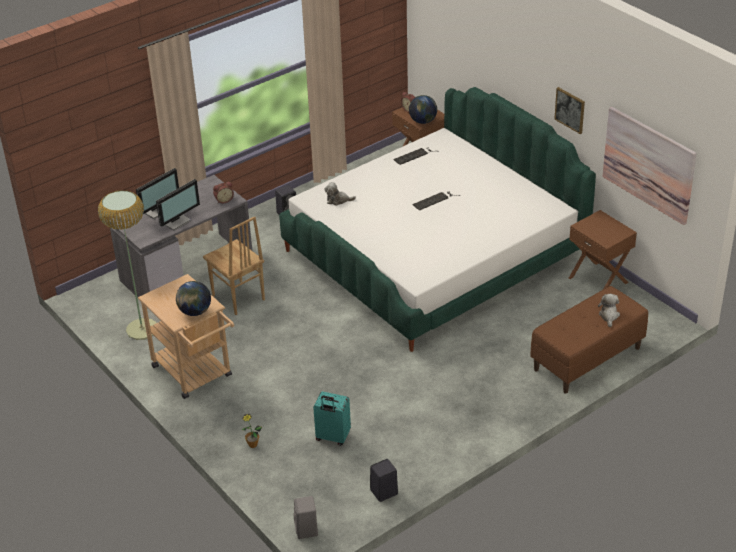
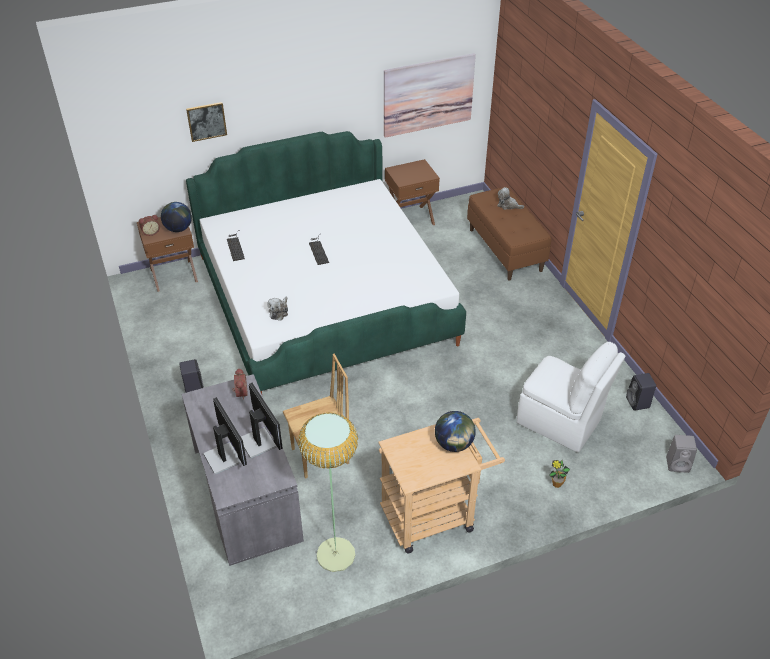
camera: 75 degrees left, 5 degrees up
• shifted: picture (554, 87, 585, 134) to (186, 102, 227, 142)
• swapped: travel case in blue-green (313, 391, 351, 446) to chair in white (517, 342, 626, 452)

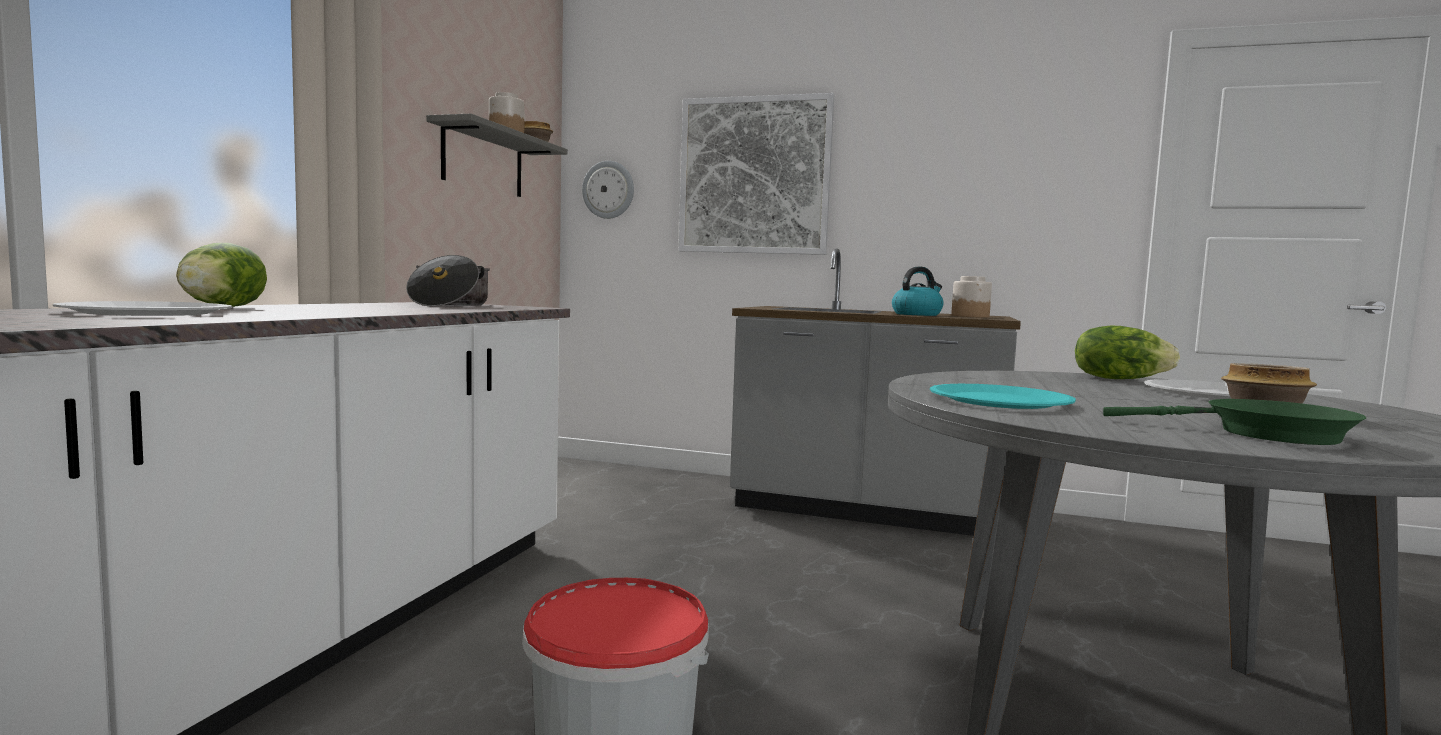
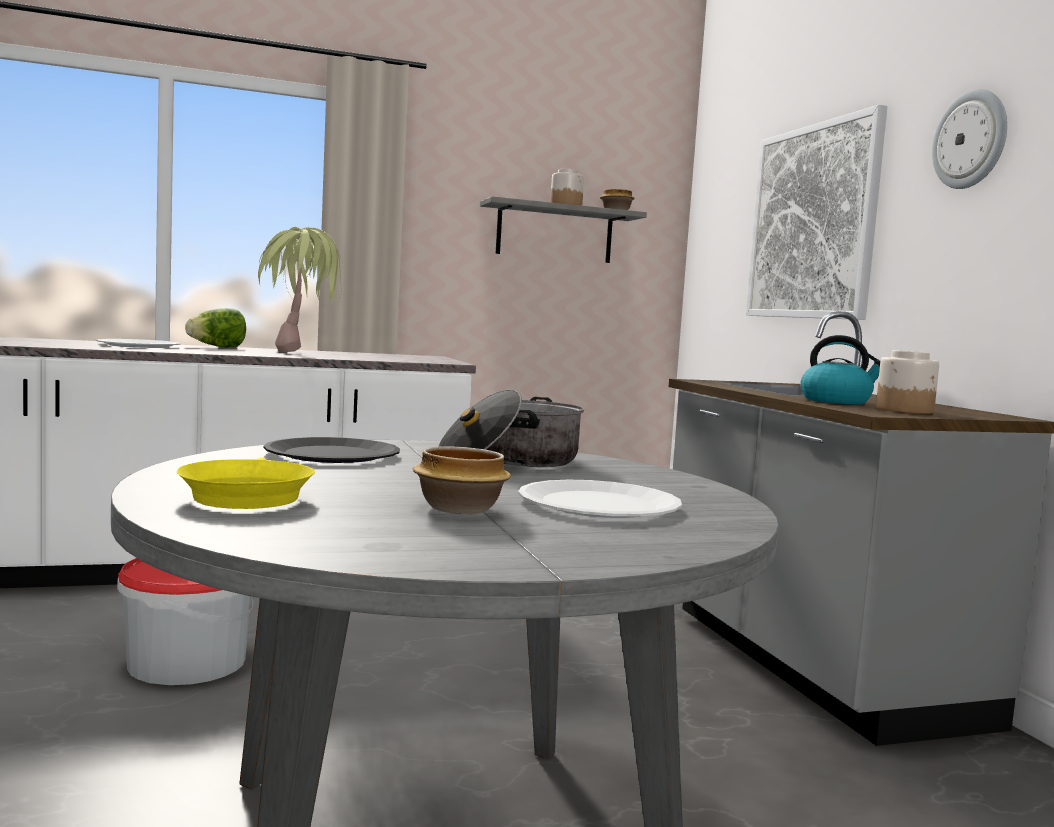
camera: 55 degrees right, 0 degrees up
• gone: lettuce head (1075, 325, 1180, 379)
• new: houseplant (258, 227, 343, 352)
• shifted: cooking pot (406, 255, 490, 306) to (438, 389, 584, 467)
• shifted: wall clock (582, 161, 634, 219) to (932, 89, 1007, 189)
• repainted: plate in blue-green (930, 384, 1076, 409) to plate in black (264, 437, 400, 463)
• repainted: frying pan in green (1103, 399, 1366, 445) to frying pan in yellowish (177, 457, 315, 509)

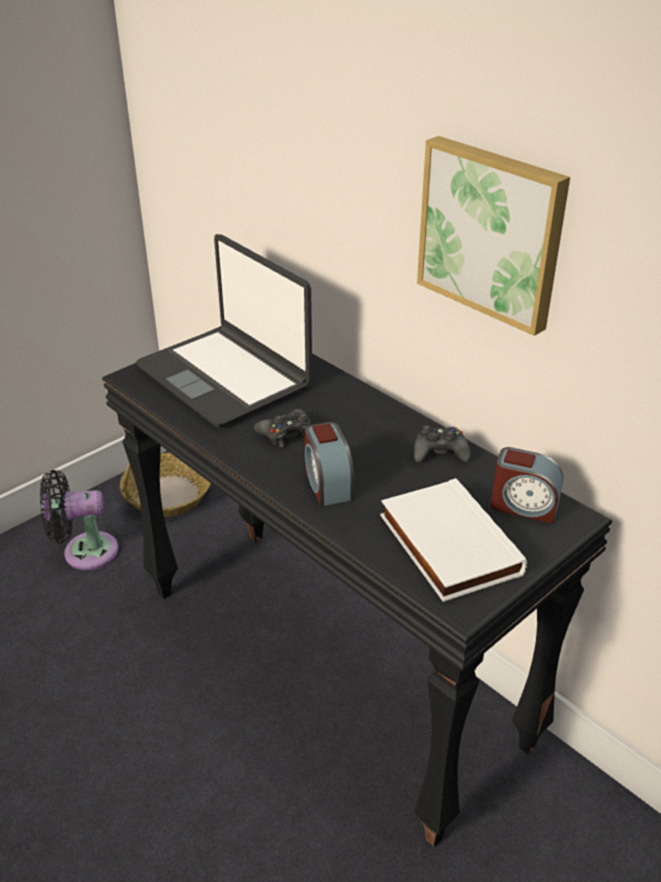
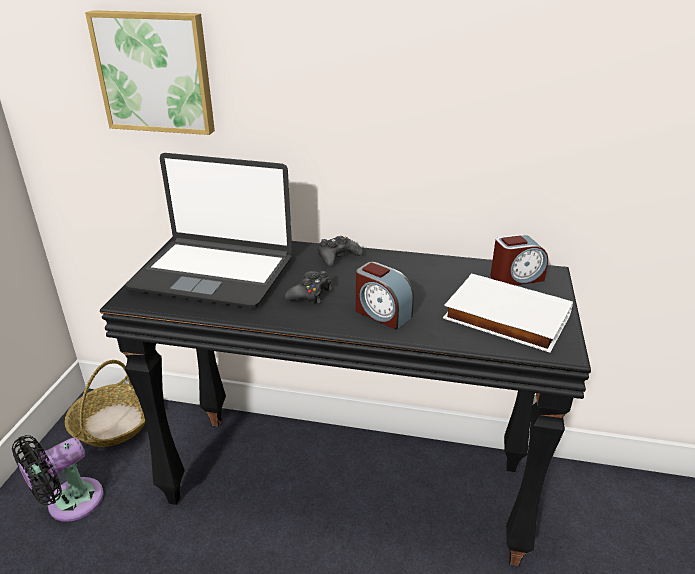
camera: 35 degrees left, 5 degrees down
• shifted: game controller in black (414, 425, 471, 462) to (318, 236, 363, 266)
• shifted: picture (417, 136, 570, 336) to (85, 10, 215, 135)

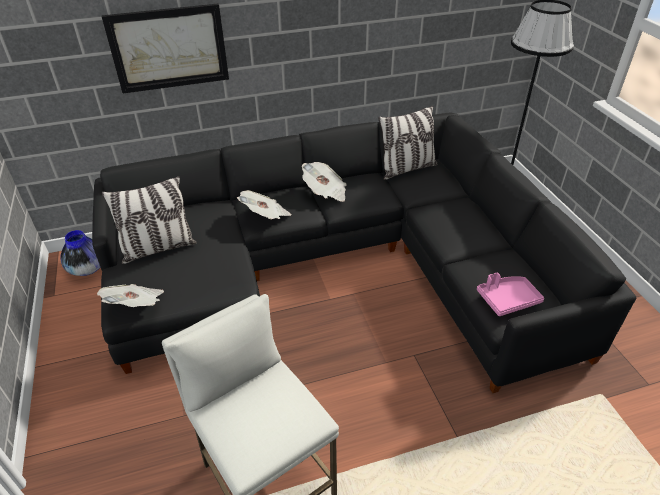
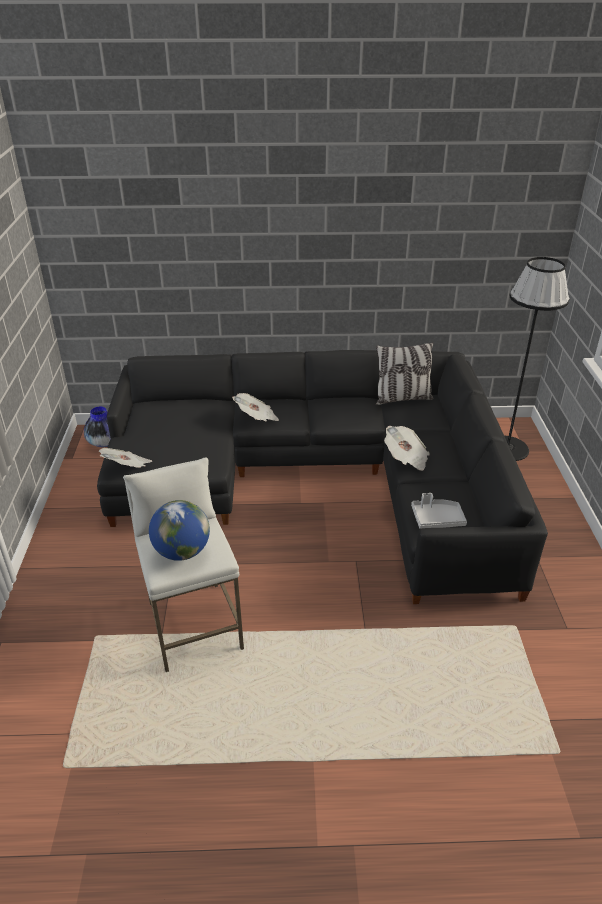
camera: 15 degrees right, 5 degrees down
• gone: picture (102, 4, 229, 93)
• gone: cushion (102, 176, 197, 264)
• new: globe (149, 500, 210, 561)
• shifted: daily paper (302, 162, 347, 202) to (384, 426, 430, 471)
• repainted: tray in pinkish (477, 273, 544, 316) to tray in gray (411, 493, 467, 529)

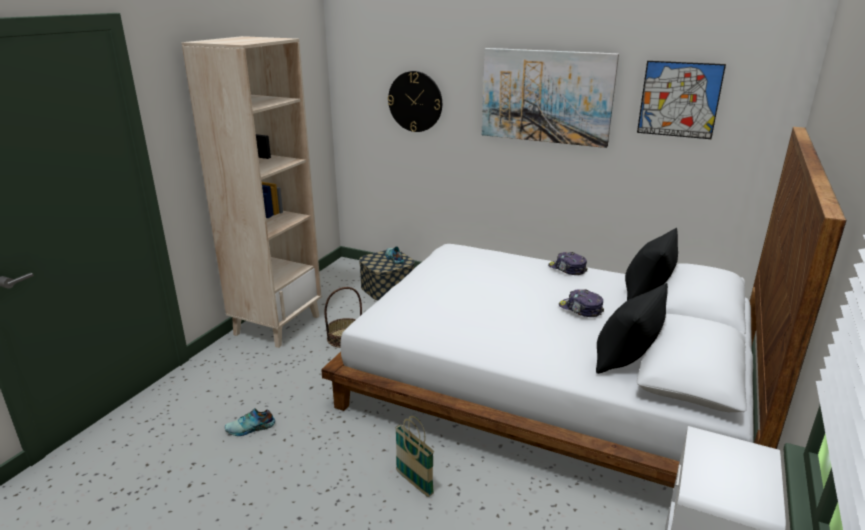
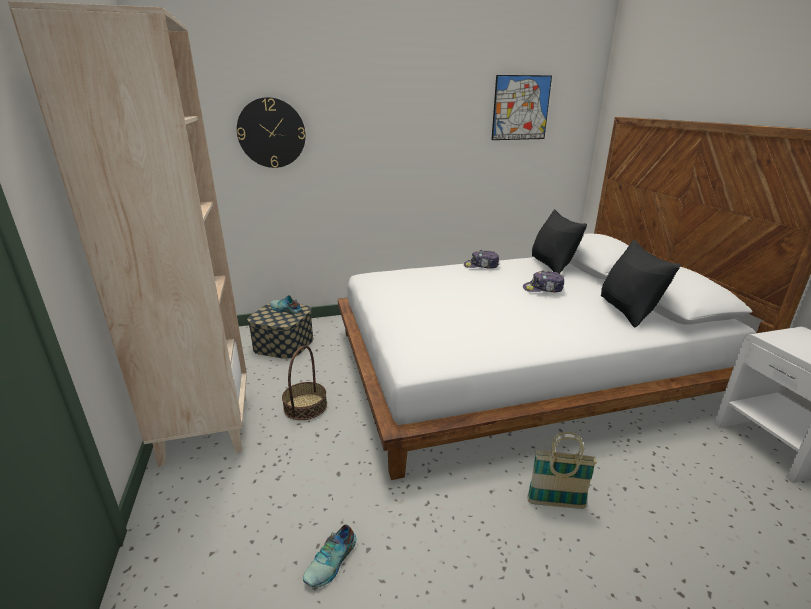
camera: 40 degrees left, 0 degrees up
• gone: picture (482, 48, 619, 148)

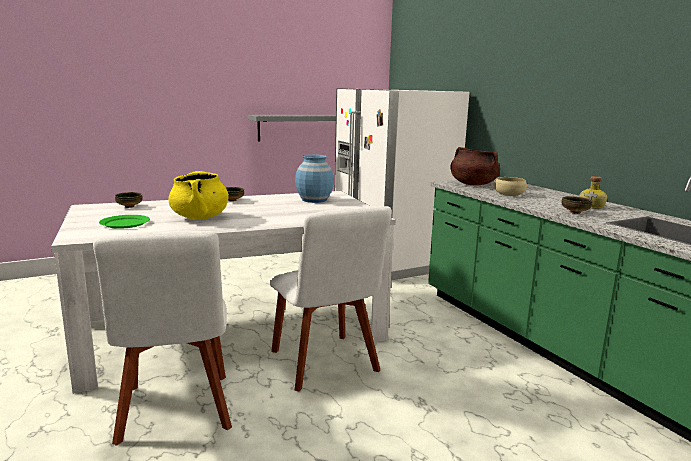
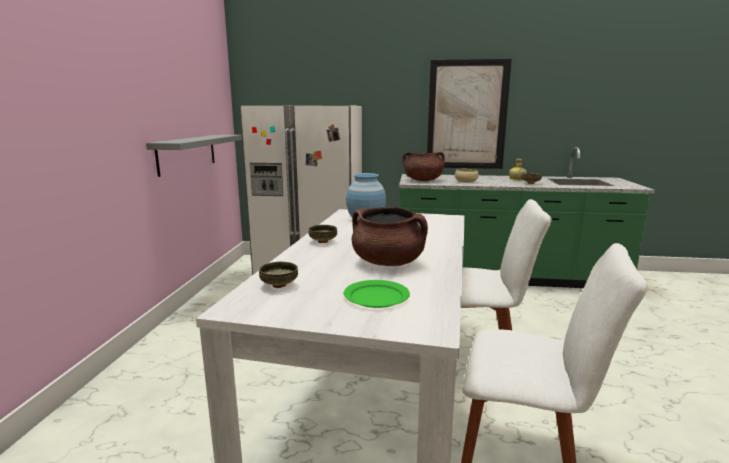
camera: 55 degrees left, 0 degrees up
• new: picture (427, 59, 512, 169)
• repainted: cooking pot in yellowish (168, 171, 229, 220) to cooking pot in brownish (352, 207, 428, 266)

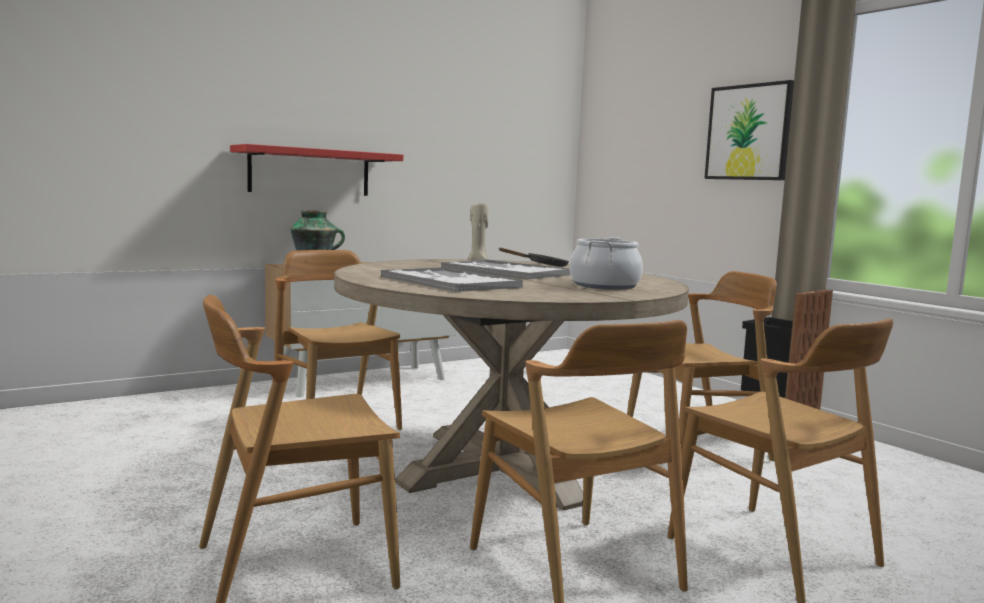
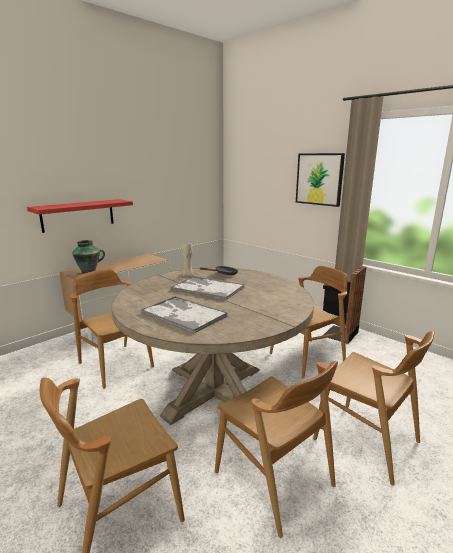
camera: 10 degrees left, 10 degrees up
• gone: cooking pot (570, 237, 643, 290)

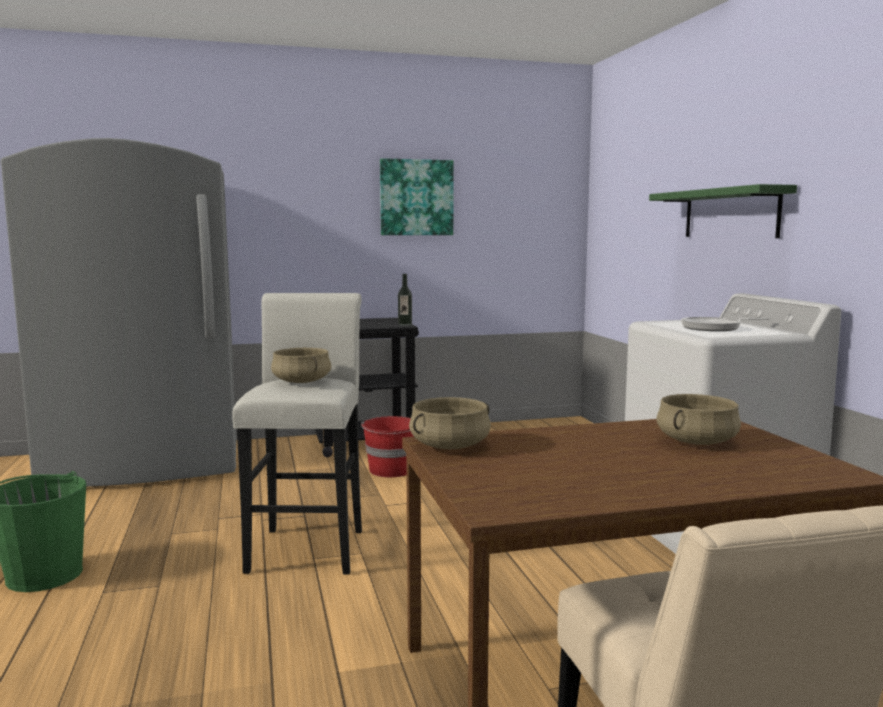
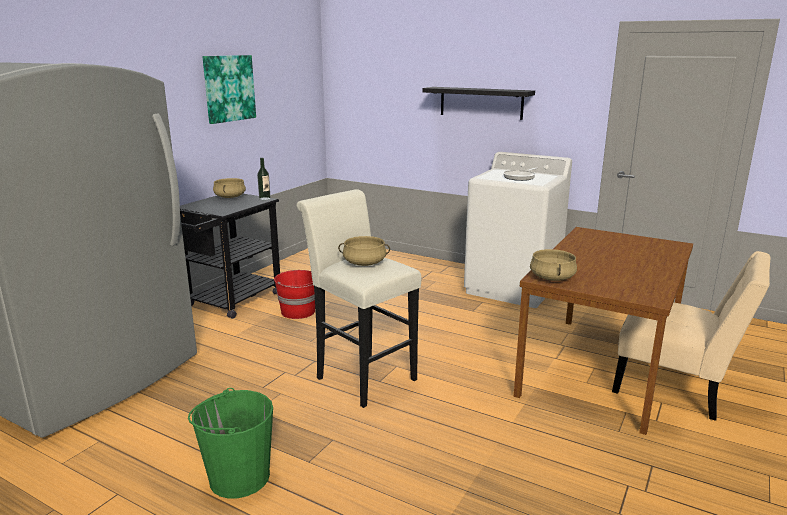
camera: 45 degrees left, 10 degrees up
• shifted: cooking pot in sand-coloured (656, 394, 741, 445) to (213, 178, 246, 198)
• repainted: wall shelf in green (649, 184, 797, 238) to wall shelf in black (422, 87, 535, 120)

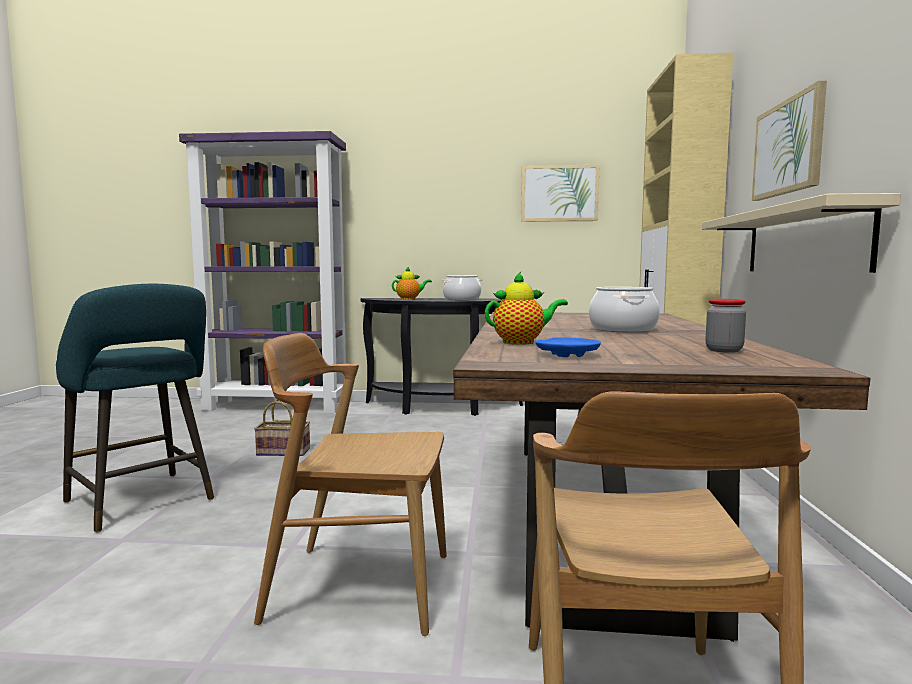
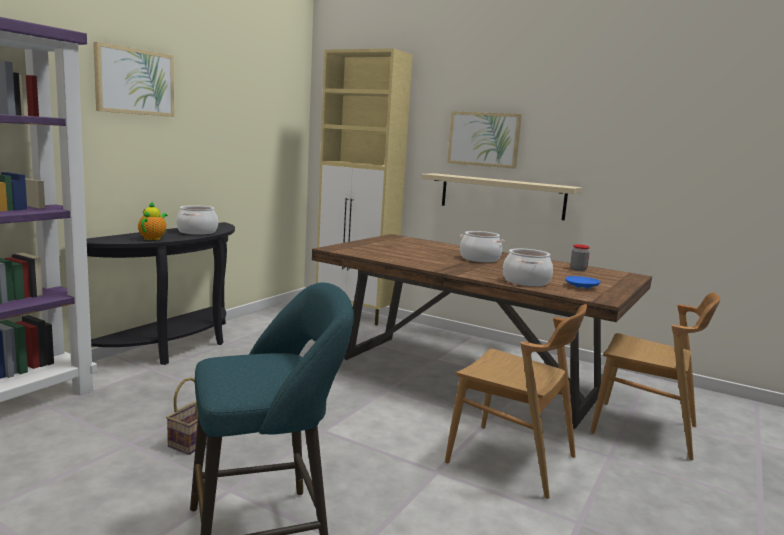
camera: 65 degrees left, 5 degrees up
• shifted: picture (521, 165, 599, 222) to (93, 42, 174, 117)
• swapped: pot for tea (485, 272, 568, 345) to cooking pot (503, 249, 553, 286)
• rotated: chair in brownish (254, 333, 447, 636) = (445, 304, 587, 499) 90 degrees counterclockwise

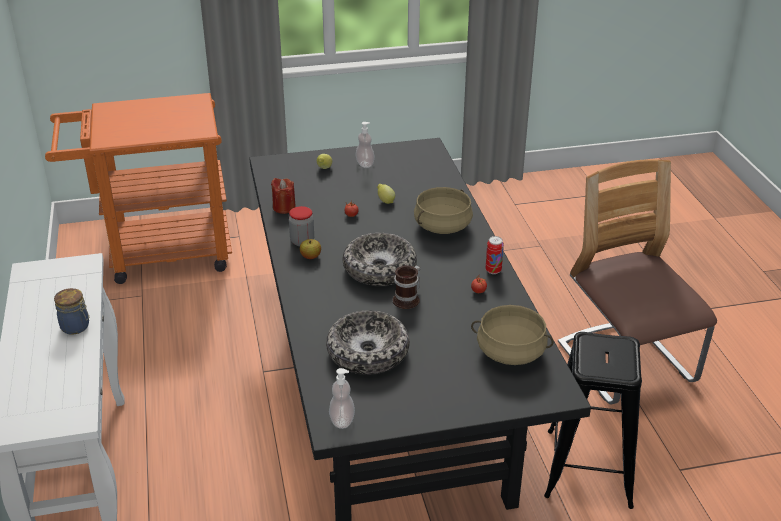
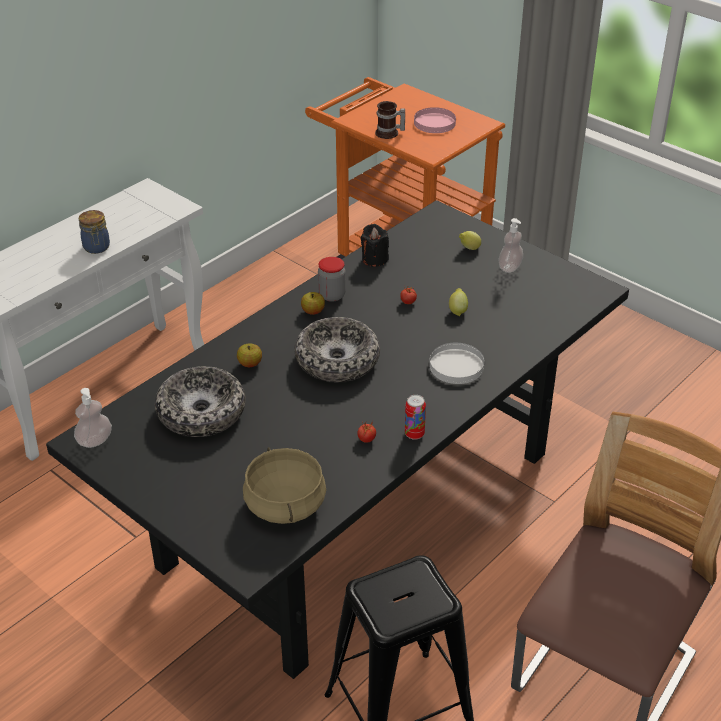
camera: 55 degrees right, 5 degrees up
• new: apple fruit (237, 343, 262, 367)
• new: plate in pinkish (414, 107, 456, 133)
• shifted: tea mug (393, 265, 421, 309) to (375, 101, 405, 139)
• swapped: cooking pot in sand-coloured (414, 187, 473, 234) to plate in white (429, 343, 484, 384)
• repainted: wax light in red (271, 178, 296, 214) to wax light in black (361, 224, 389, 267)

